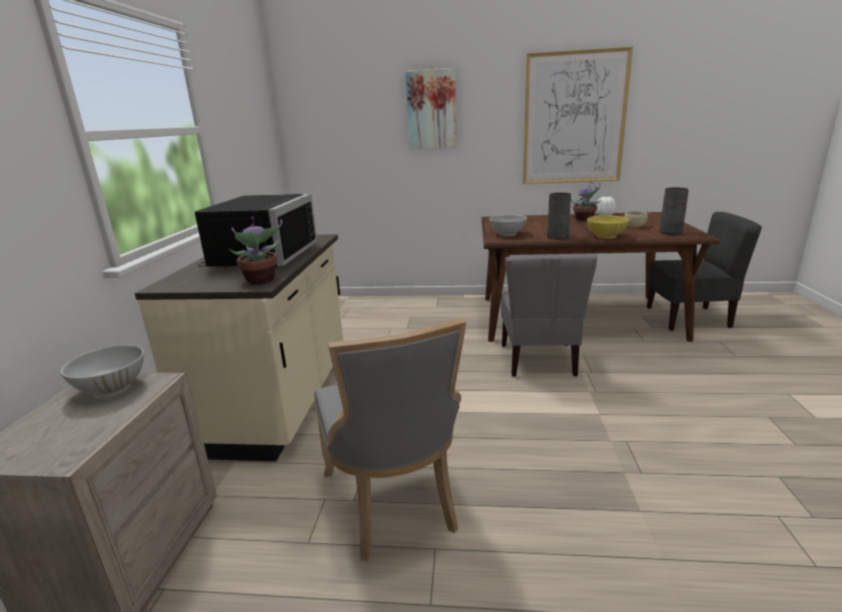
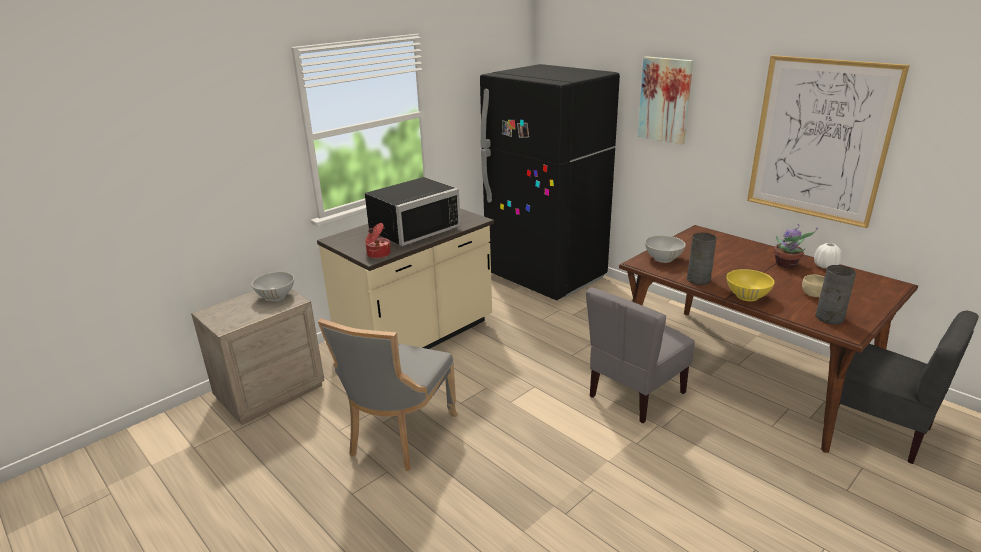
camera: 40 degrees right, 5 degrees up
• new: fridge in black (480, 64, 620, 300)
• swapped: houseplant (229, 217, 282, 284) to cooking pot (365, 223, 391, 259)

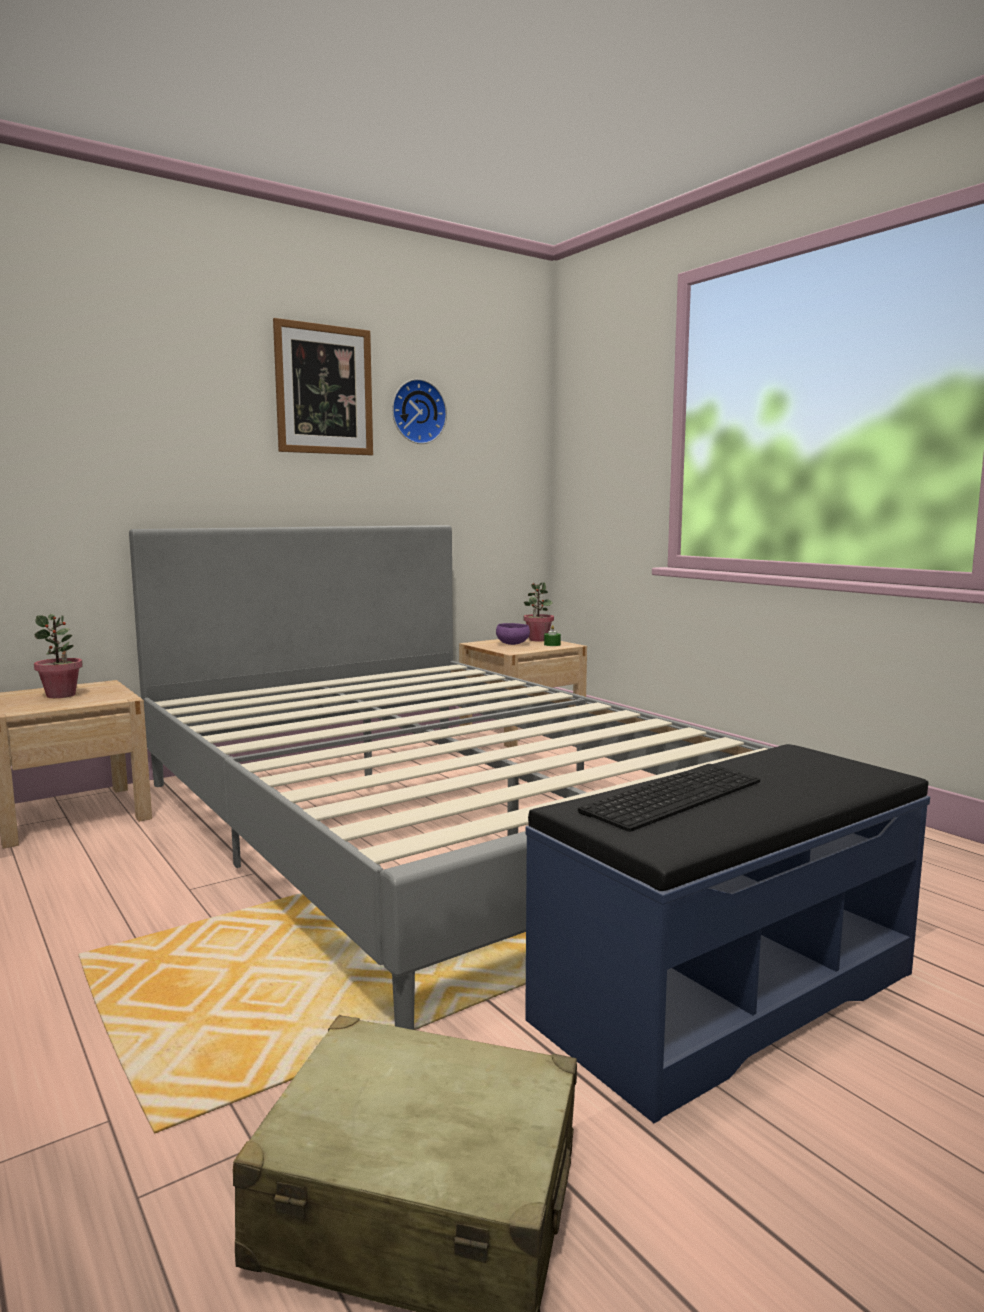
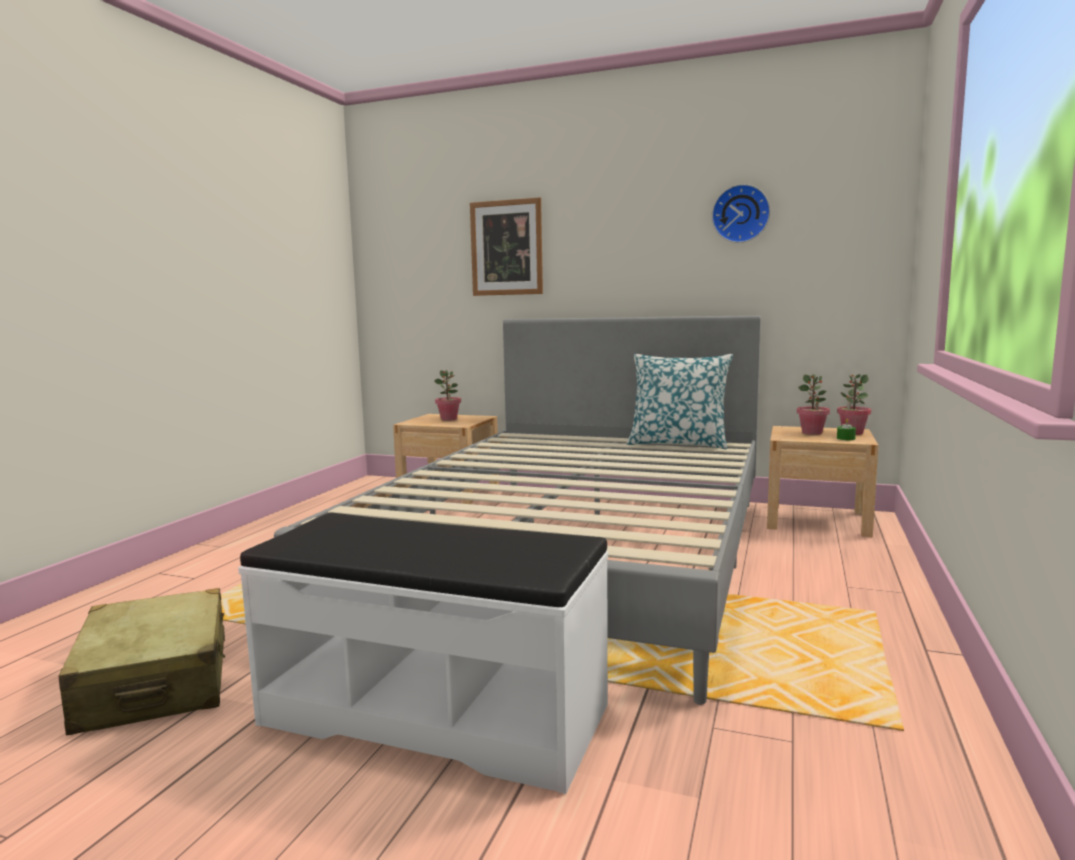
camera: 55 degrees right, 0 degrees up
• gone: computer keyboard (578, 764, 760, 832)
• new: cushion (626, 354, 733, 449)
• shifted: picture (273, 318, 373, 455) to (470, 197, 543, 296)
• swapped: bowl in purple-coloured (496, 623, 530, 645) to houseplant (797, 374, 830, 435)
• repainted: bench in blue-coloured (525, 744, 930, 1123) to bench in white (238, 513, 608, 794)

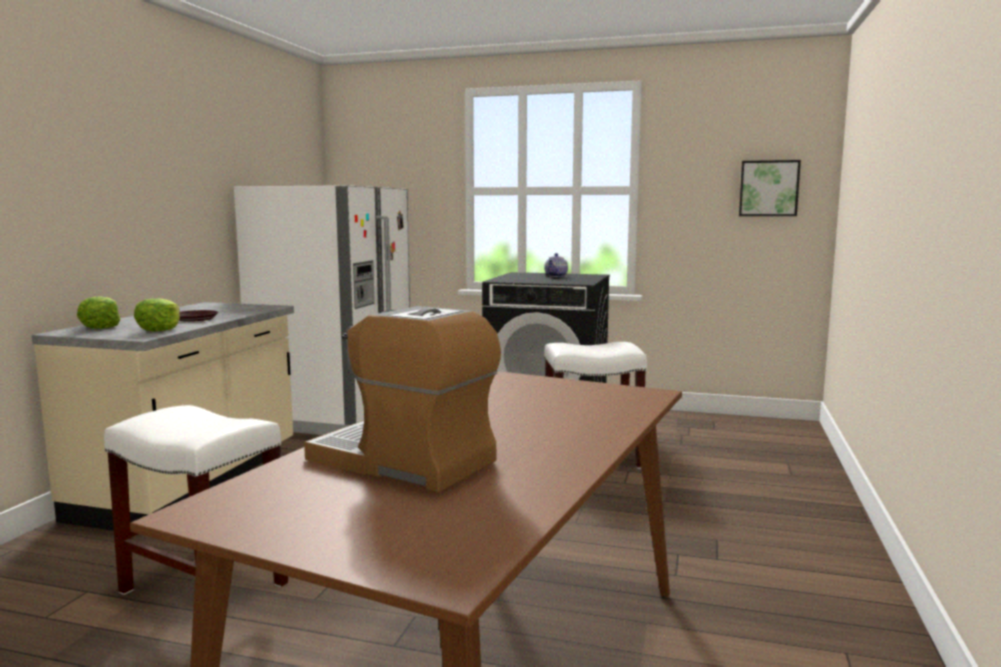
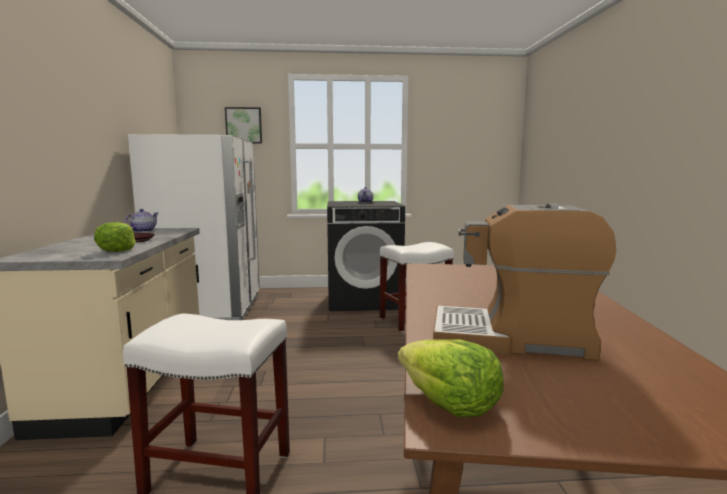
camera: 20 degrees left, 0 degrees up
• new: pot for tea (124, 209, 158, 232)
• shifted: lettuce head (77, 296, 121, 329) to (398, 339, 503, 417)
• shifted: picture (739, 160, 801, 216) to (225, 107, 262, 143)

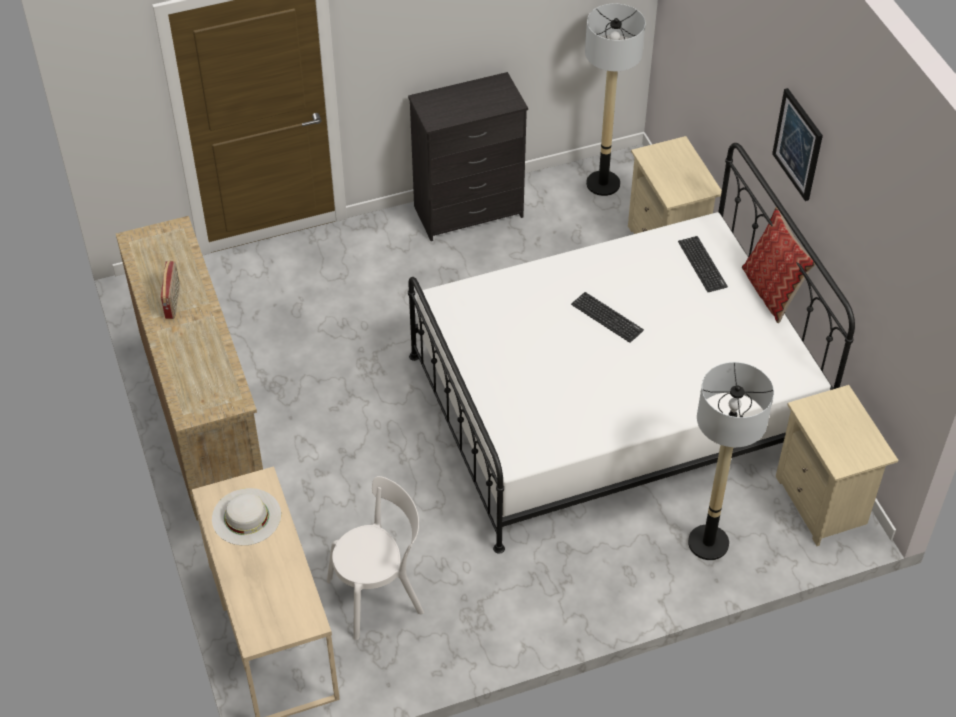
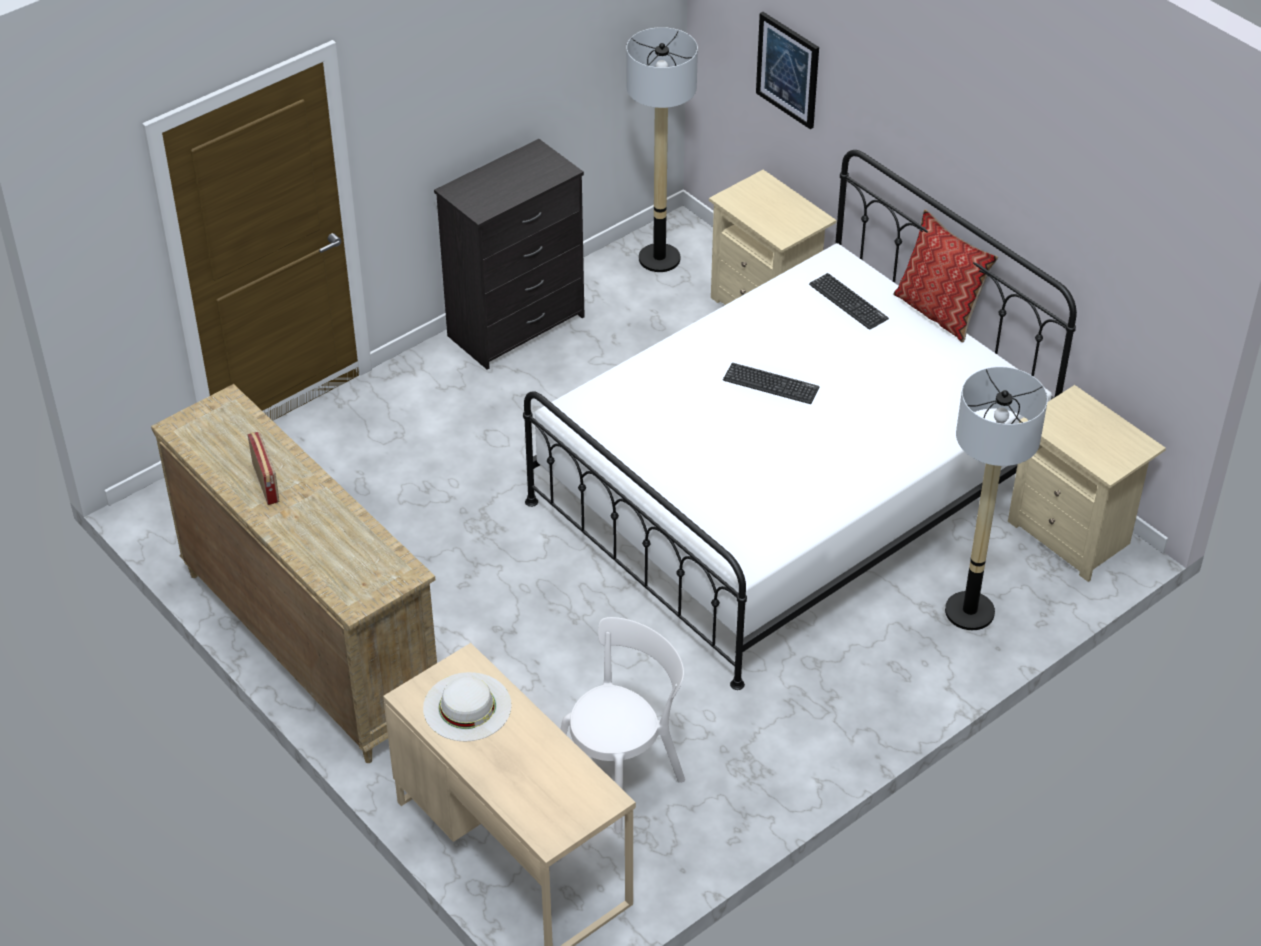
camera: 20 degrees left, 5 degrees down
• shifted: picture (772, 88, 823, 201) to (756, 12, 819, 129)

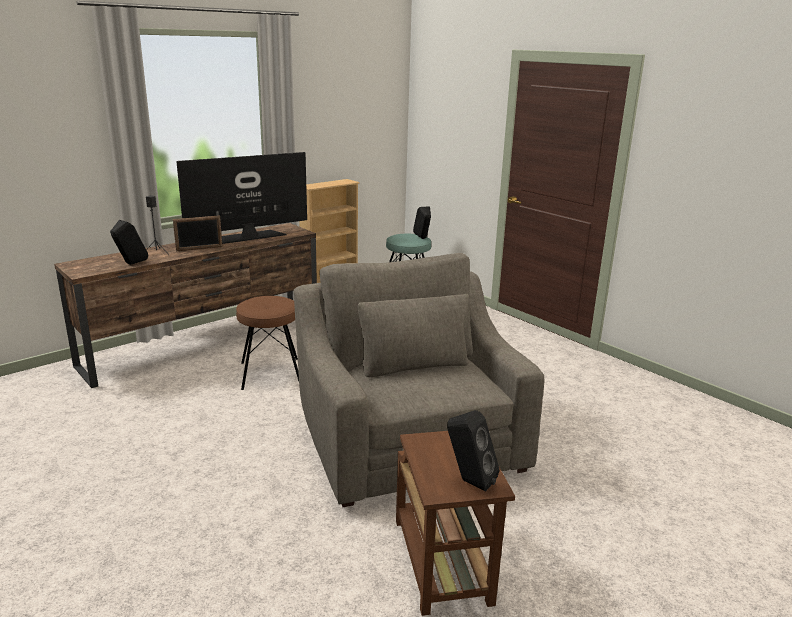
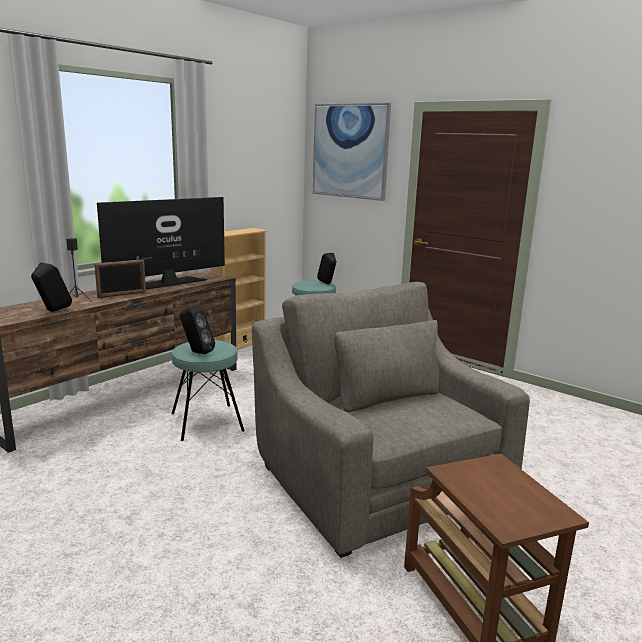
camera: 10 degrees left, 5 degrees down
• new: picture (313, 103, 391, 201)
• shifted: audio speaker in black (447, 410, 499, 491) to (179, 304, 215, 354)
• repainted: stool in brownish (236, 296, 299, 390) to stool in blue-green (171, 340, 244, 441)

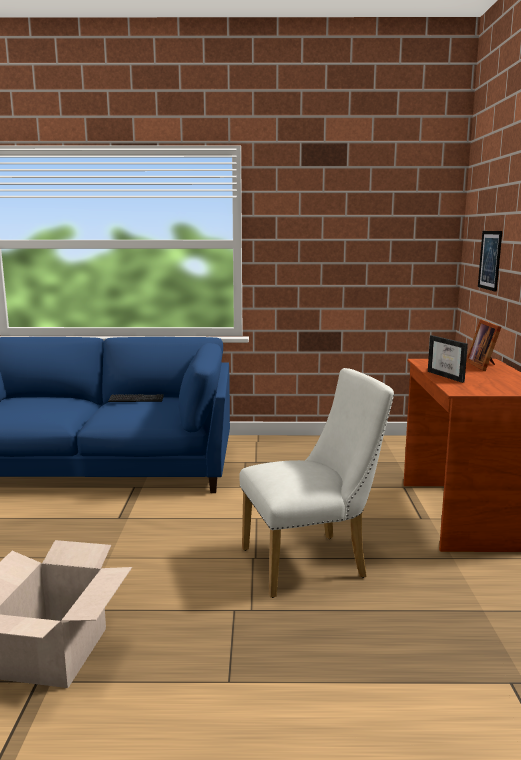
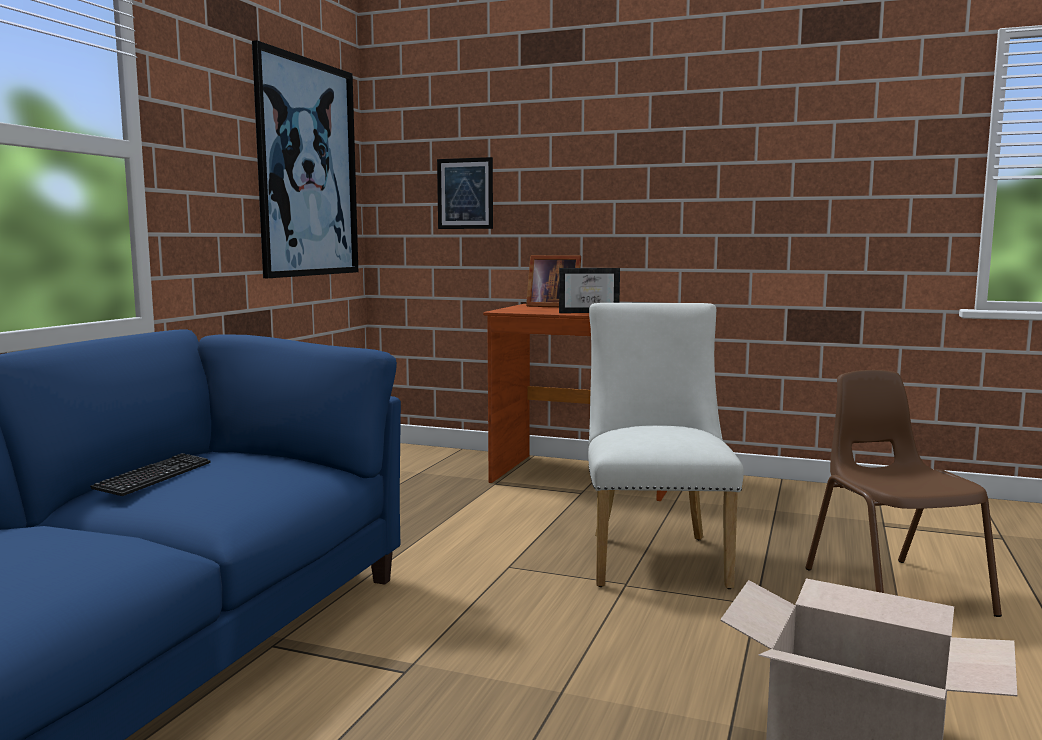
camera: 70 degrees left, 5 degrees down
• new: picture (252, 40, 358, 278)
• new: chair in brownish (806, 370, 1002, 617)

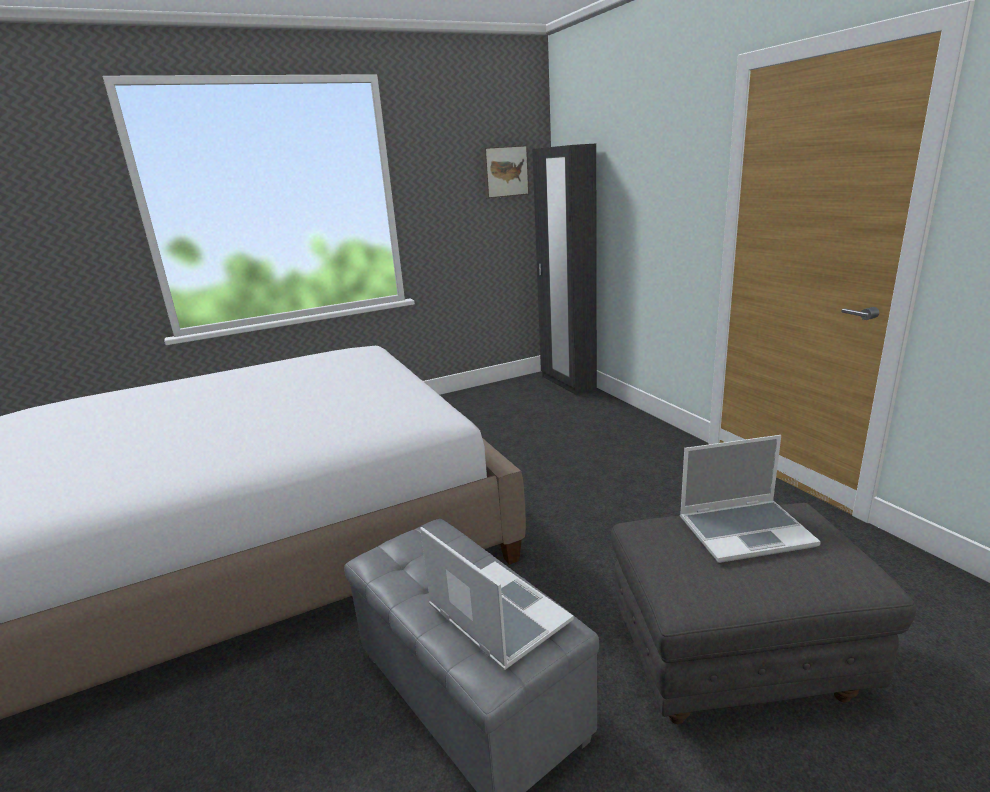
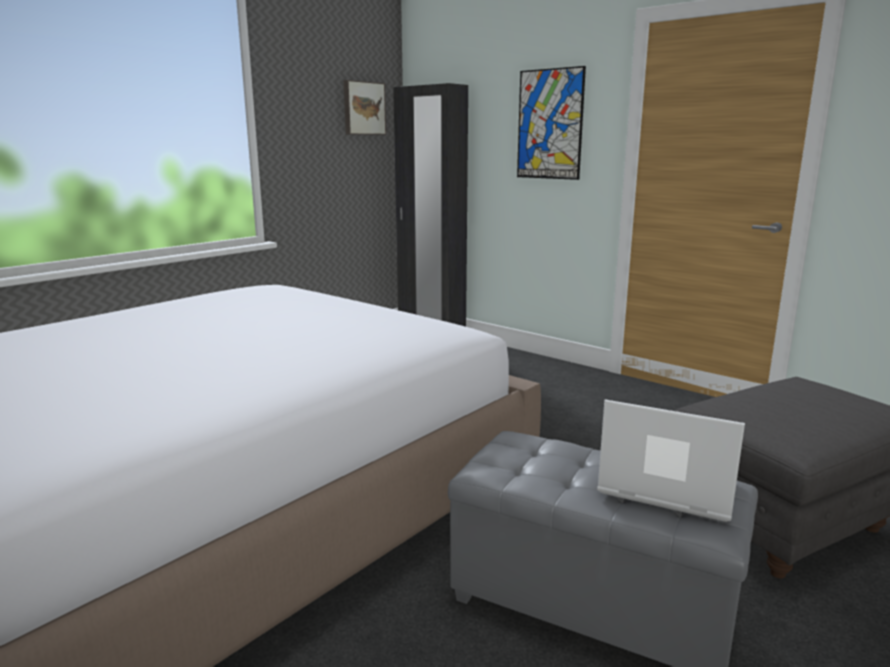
camera: 25 degrees left, 5 degrees down
• gone: laptop (680, 435, 821, 563)
• new: picture (517, 66, 586, 180)

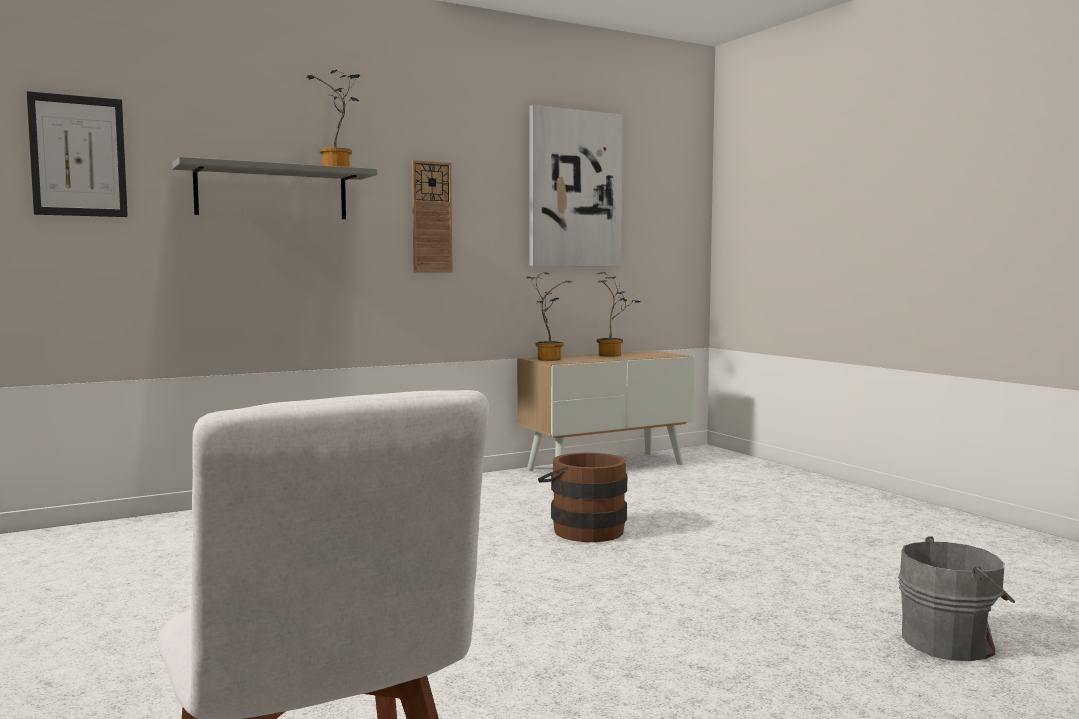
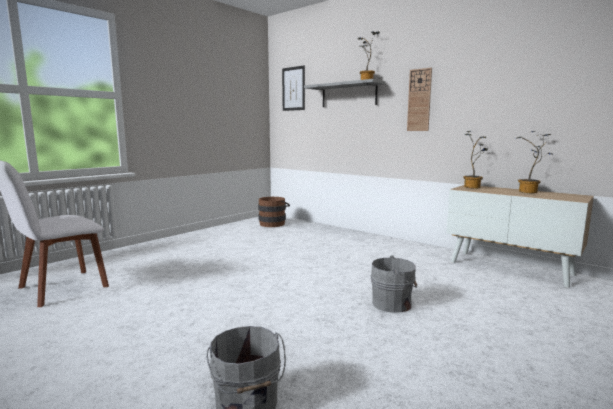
camera: 70 degrees right, 5 degrees up
• gone: picture (529, 105, 623, 266)
• new: pail in gray (371, 255, 417, 313)
• shifted: pail in brownish (538, 453, 627, 542) to (258, 197, 290, 227)

